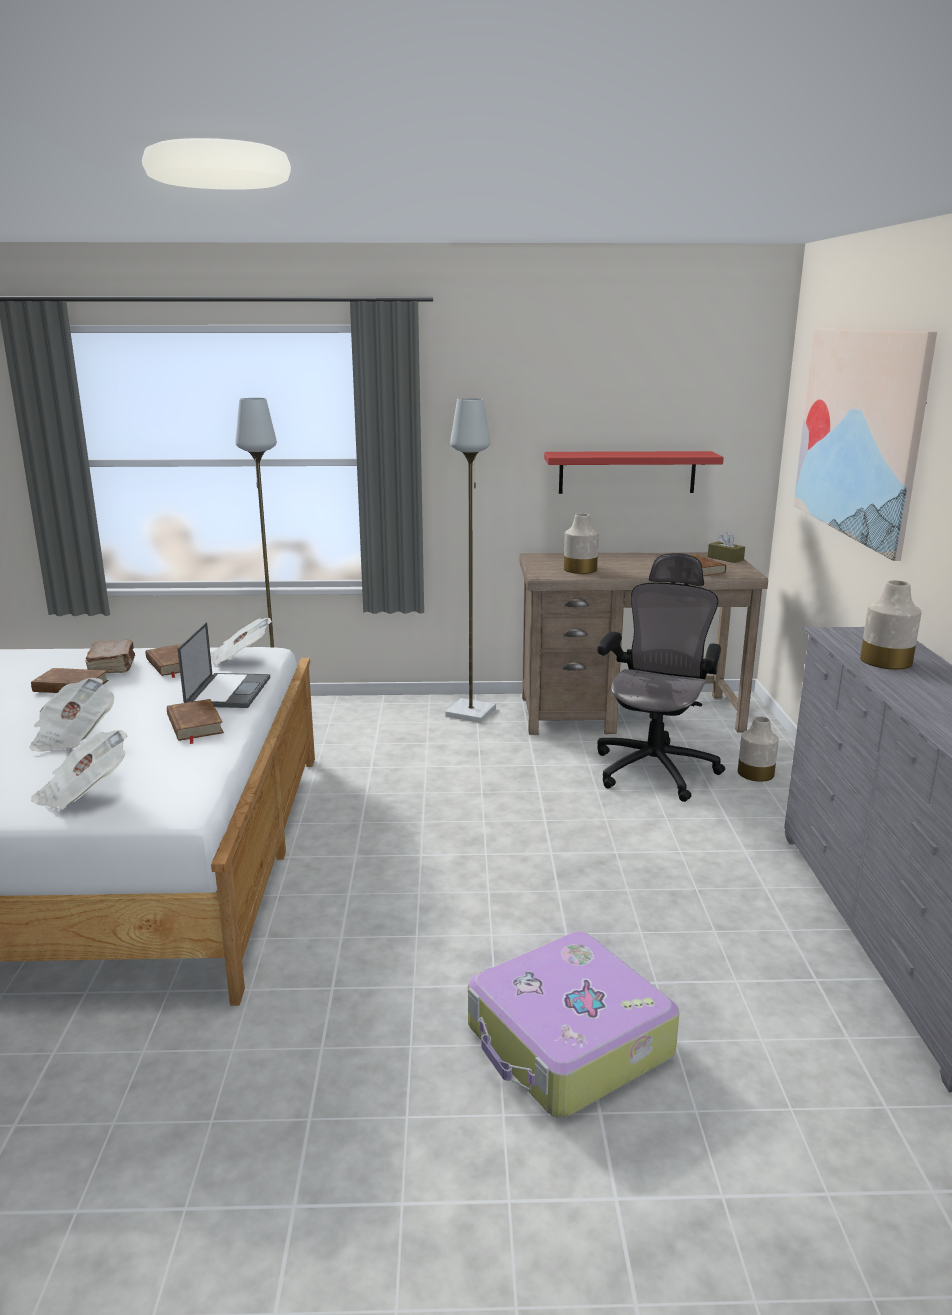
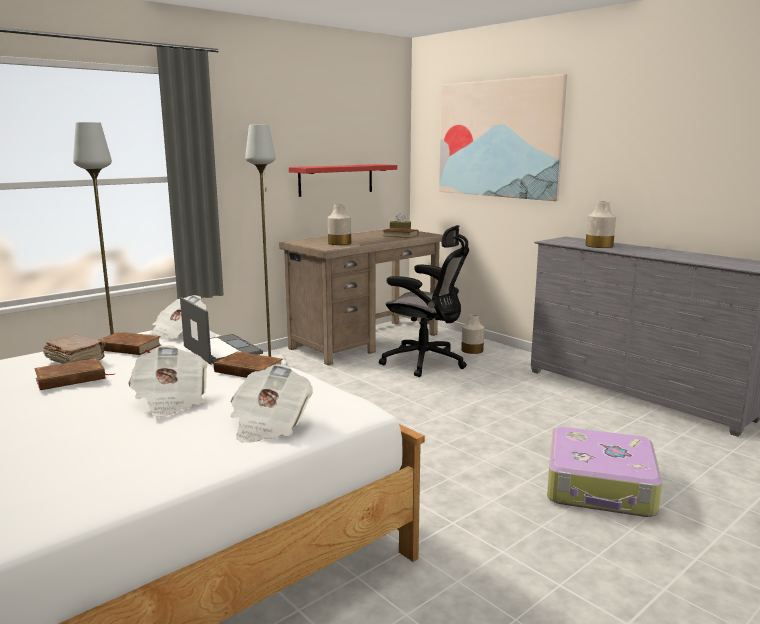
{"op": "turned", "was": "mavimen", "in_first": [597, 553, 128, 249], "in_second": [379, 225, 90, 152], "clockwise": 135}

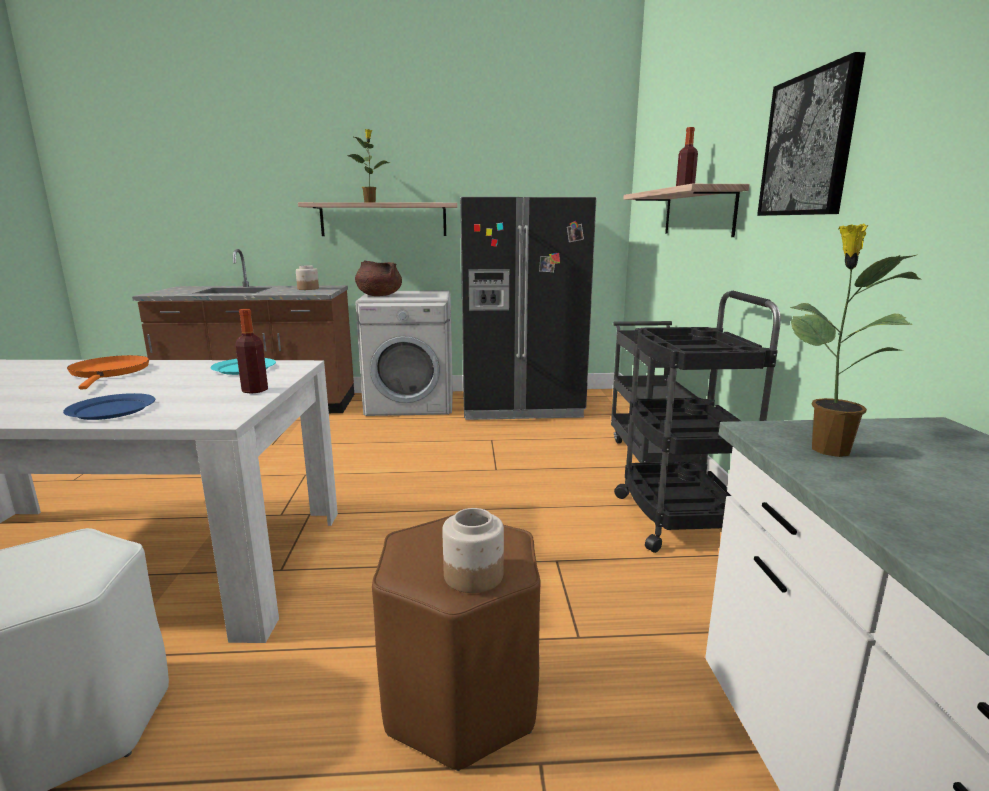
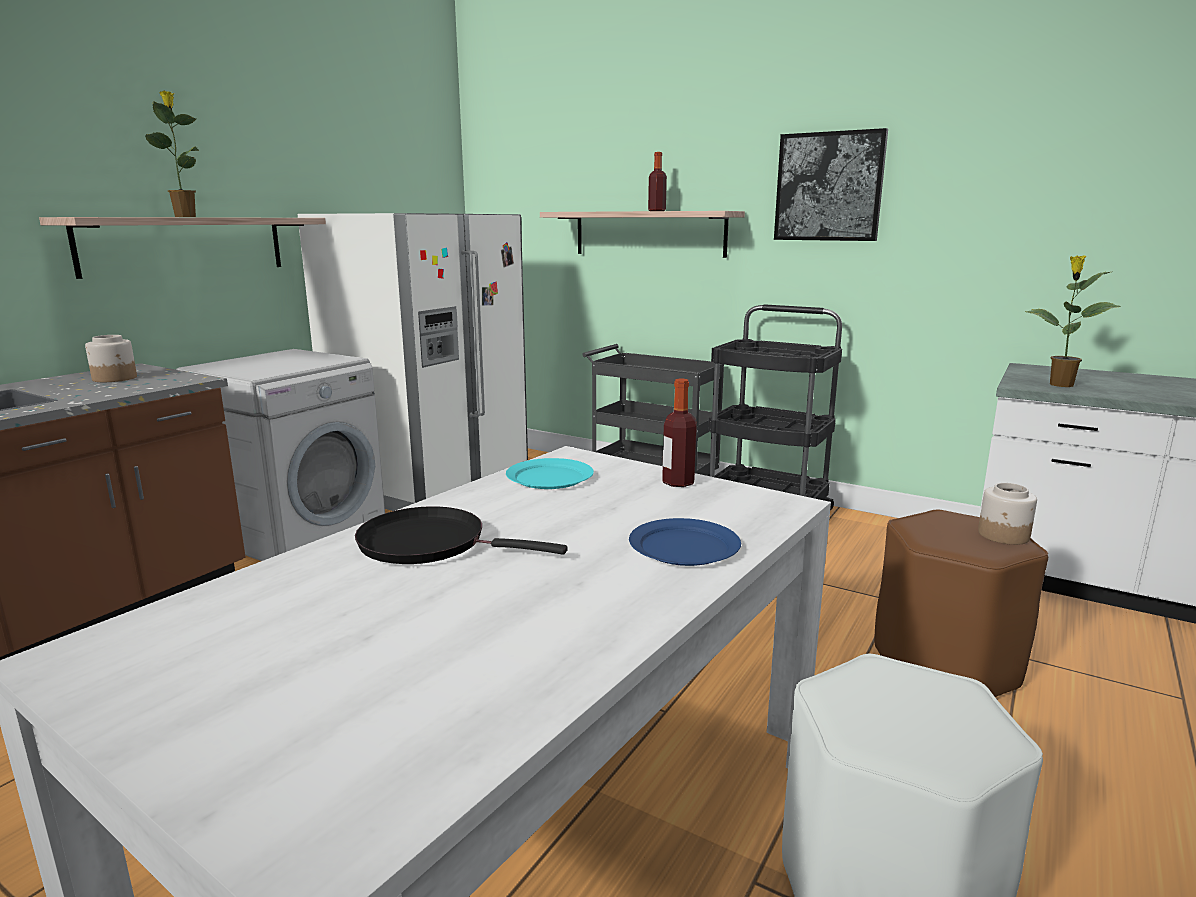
{"op": "removed", "was": "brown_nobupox", "in_first": [355, 260, 47, 36]}
{"op": "recoloured", "was": "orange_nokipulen", "now": "black_nokipulen", "in_first": [67, 355, 82, 35], "in_second": [355, 506, 213, 58]}
{"op": "recoloured", "was": "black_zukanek", "now": "white_zukanek", "in_first": [460, 197, 137, 223], "in_second": [298, 213, 230, 298]}

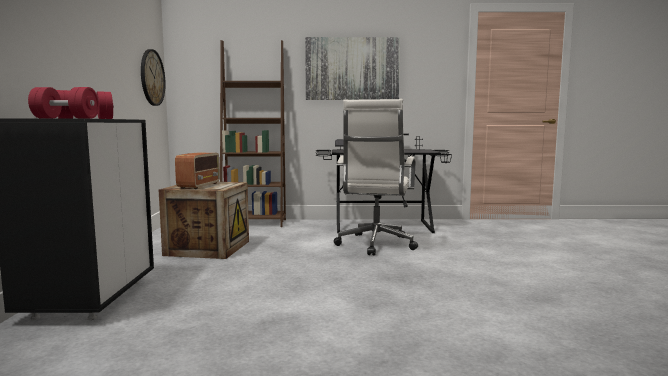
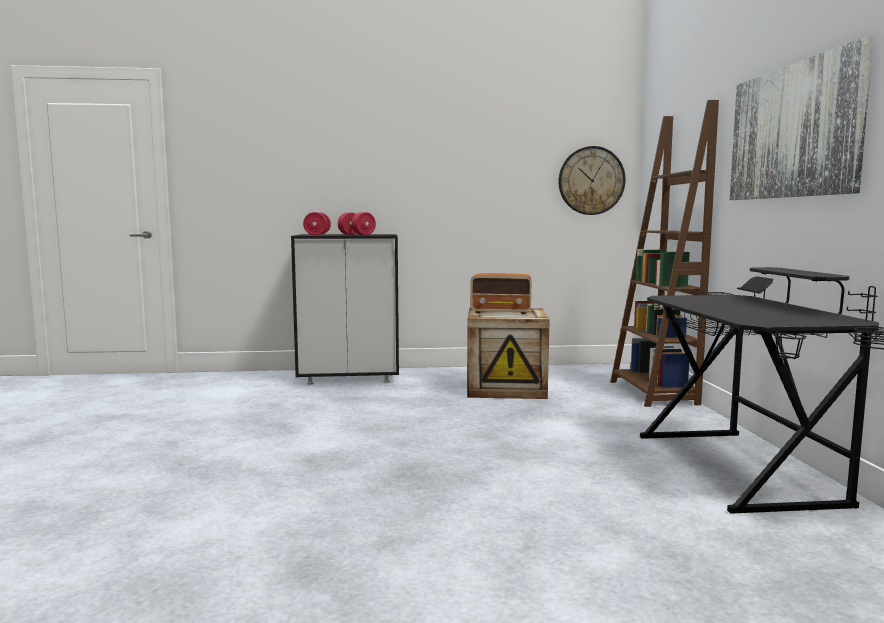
{"op": "removed", "was": "white_mavimen", "in_first": [334, 99, 84, 156]}

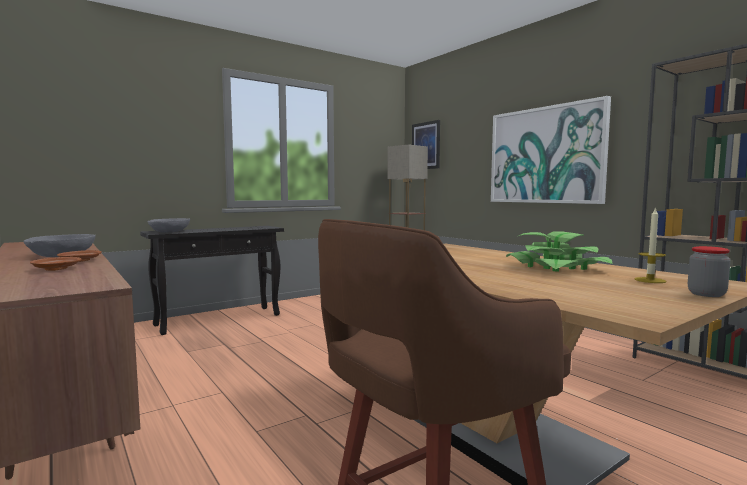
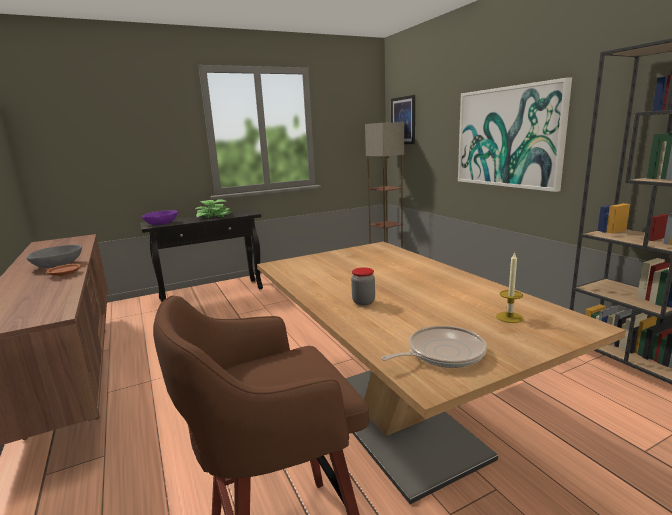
{"op": "removed", "was": "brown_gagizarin", "in_first": [30, 257, 52, 14]}
{"op": "added", "now": "nokipulen", "in_second": [381, 326, 106, 42]}
{"op": "moved", "was": "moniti", "in_first": [506, 231, 107, 41], "in_second": [195, 199, 36, 19]}
{"op": "moved", "was": "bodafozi", "in_first": [688, 246, 43, 51], "in_second": [351, 267, 24, 38]}
{"op": "recoloured", "was": "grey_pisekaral", "now": "purple_pisekaral", "in_first": [147, 218, 43, 15], "in_second": [142, 210, 36, 15]}

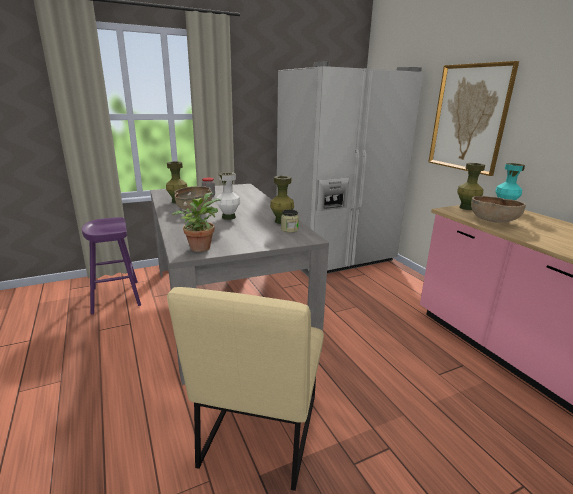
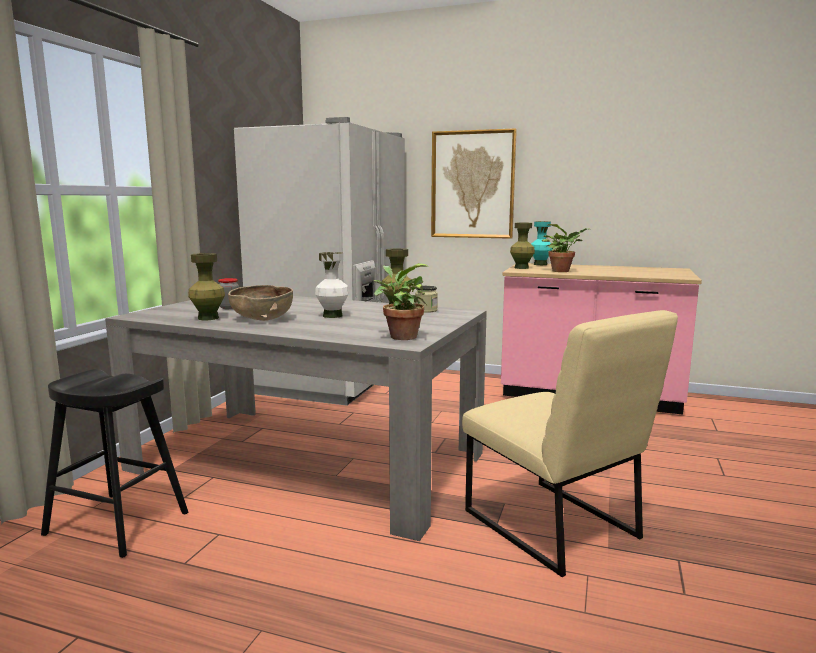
{"op": "replaced", "was": "brown_pisekaral", "now": "moniti", "in_first": [471, 196, 55, 26], "in_second": [542, 224, 48, 48]}
{"op": "recoloured", "was": "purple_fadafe", "now": "black_fadafe", "in_first": [82, 217, 59, 98], "in_second": [41, 369, 147, 189]}

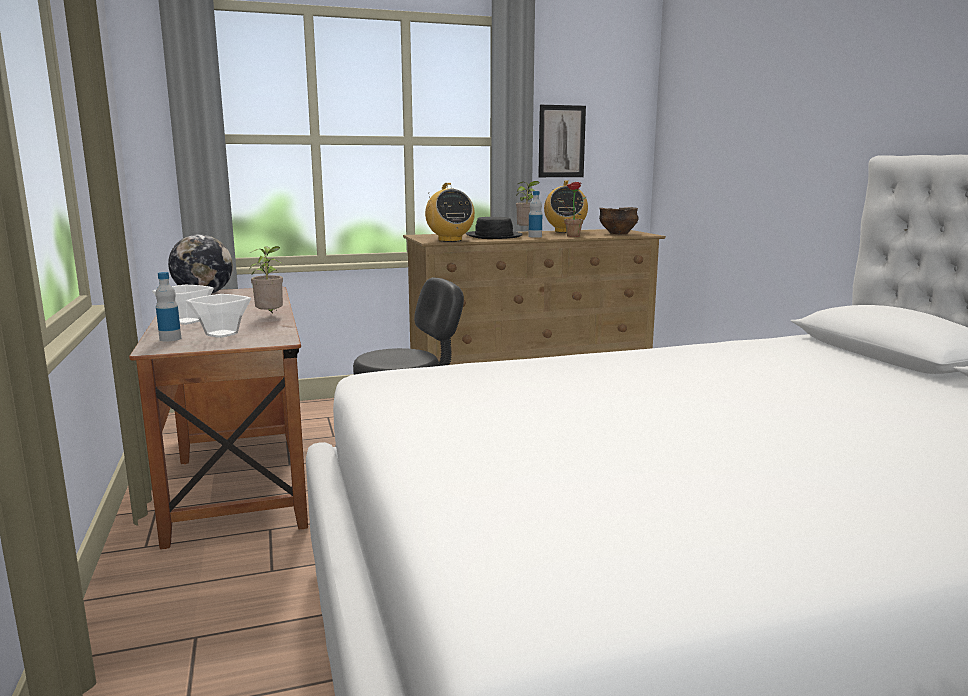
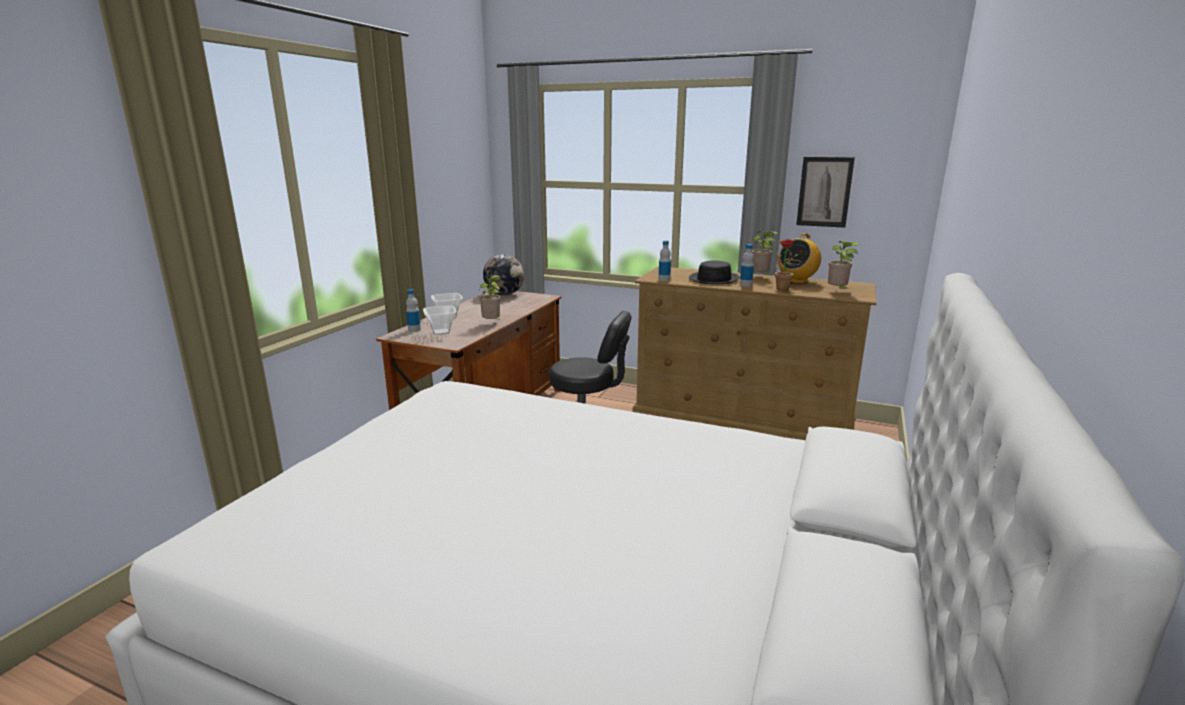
{"op": "replaced", "was": "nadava", "now": "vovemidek", "in_first": [425, 183, 50, 59], "in_second": [658, 240, 13, 41]}
{"op": "replaced", "was": "pisekaral", "now": "moniti", "in_first": [599, 207, 40, 27], "in_second": [828, 241, 33, 49]}

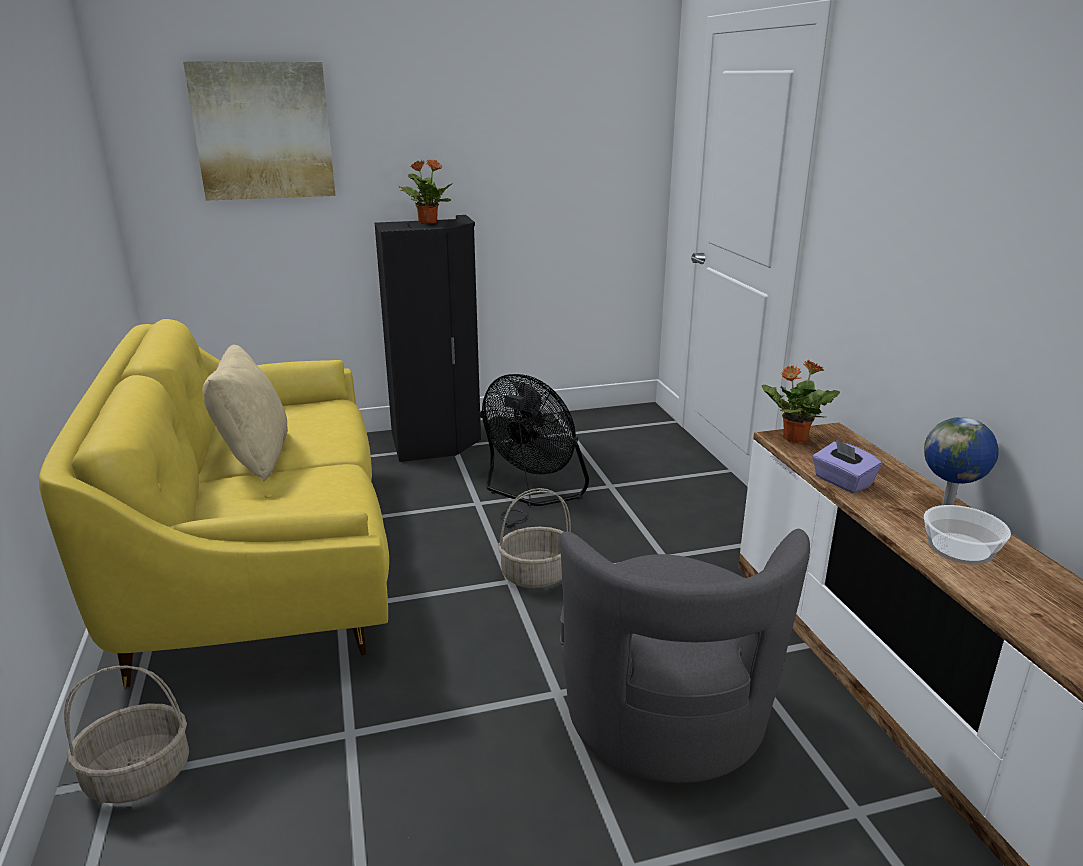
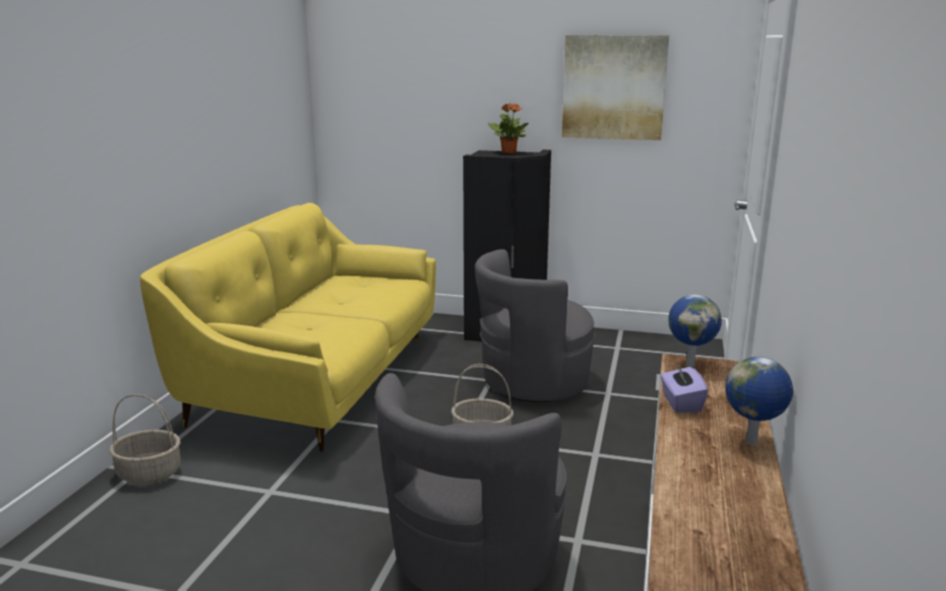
{"op": "removed", "was": "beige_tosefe", "in_first": [203, 345, 85, 136]}
{"op": "removed", "was": "pisekaral", "in_first": [924, 505, 87, 60]}
{"op": "moved", "was": "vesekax", "in_first": [183, 61, 153, 140], "in_second": [562, 35, 107, 105]}
{"op": "replaced", "was": "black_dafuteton", "now": "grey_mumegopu", "in_first": [479, 374, 110, 154], "in_second": [475, 249, 120, 153]}
{"op": "replaced", "was": "moniti", "now": "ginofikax", "in_first": [762, 360, 78, 83], "in_second": [668, 294, 54, 73]}

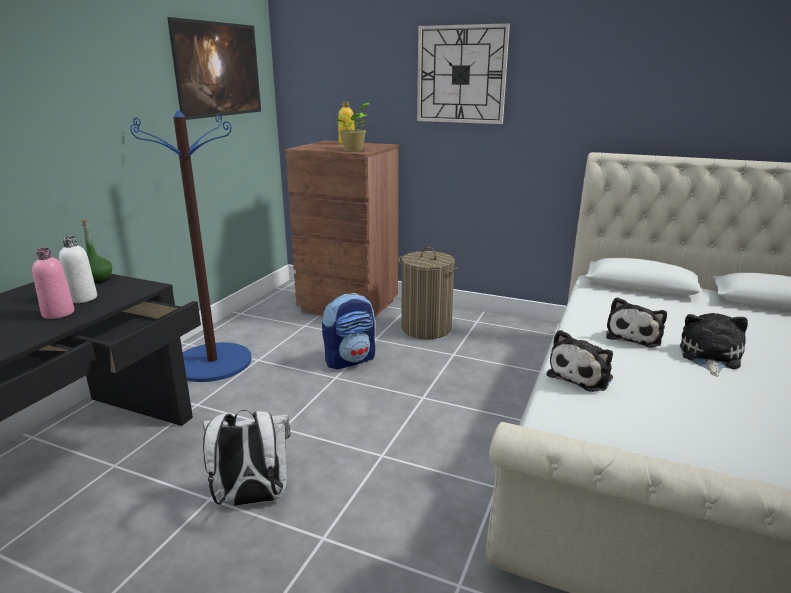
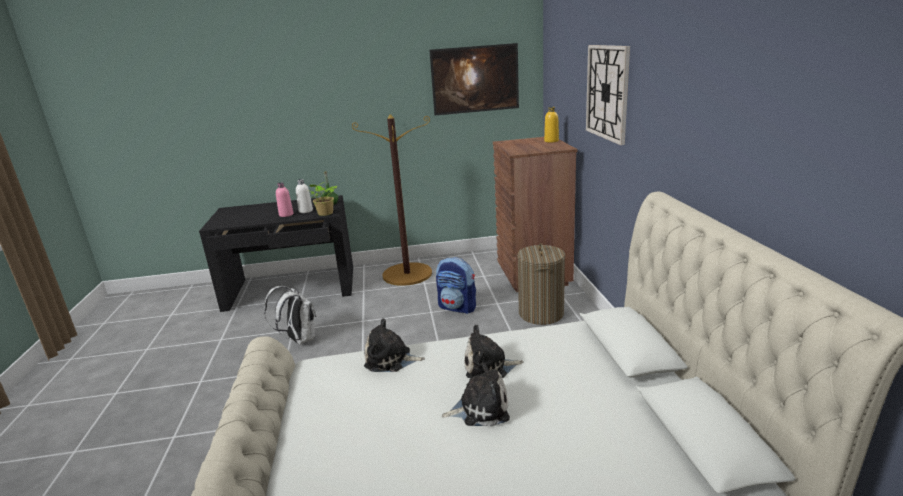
{"op": "moved", "was": "moniti", "in_first": [337, 103, 32, 49], "in_second": [309, 182, 28, 34]}
{"op": "recoloured", "was": "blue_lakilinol", "now": "brown_lakilinol", "in_first": [130, 111, 122, 271], "in_second": [352, 115, 80, 171]}

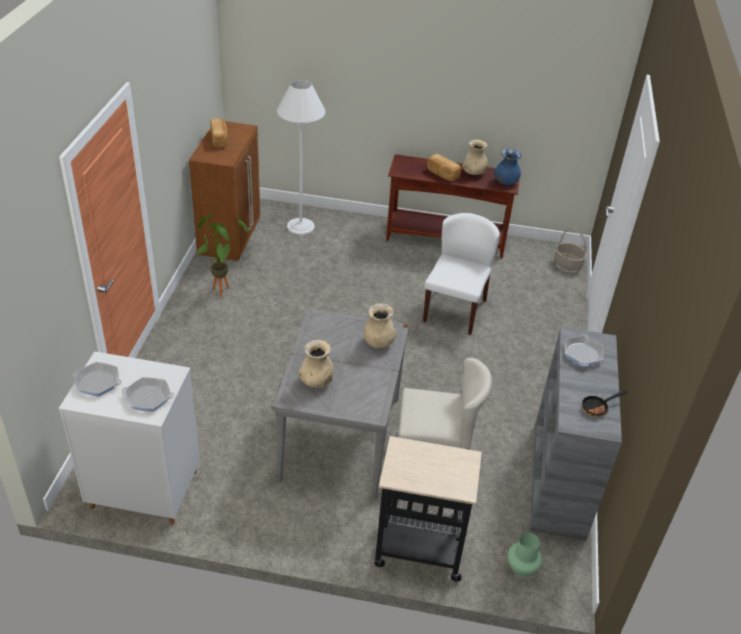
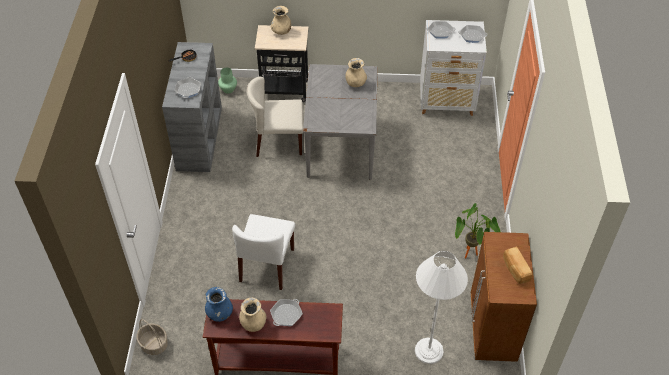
{"op": "moved", "was": "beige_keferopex", "in_first": [364, 303, 33, 45], "in_second": [271, 6, 20, 29]}
{"op": "replaced", "was": "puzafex", "now": "nokipulen", "in_first": [427, 153, 34, 28], "in_second": [270, 299, 33, 27]}

